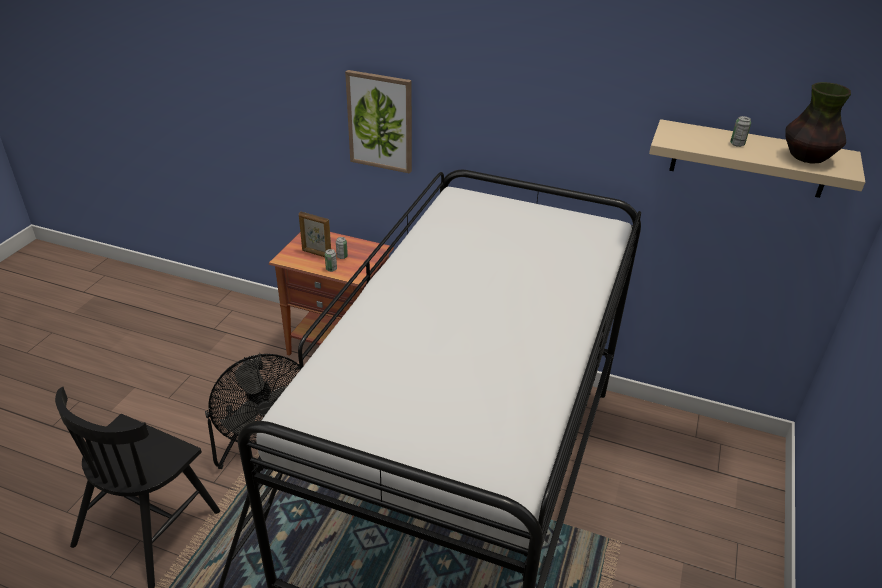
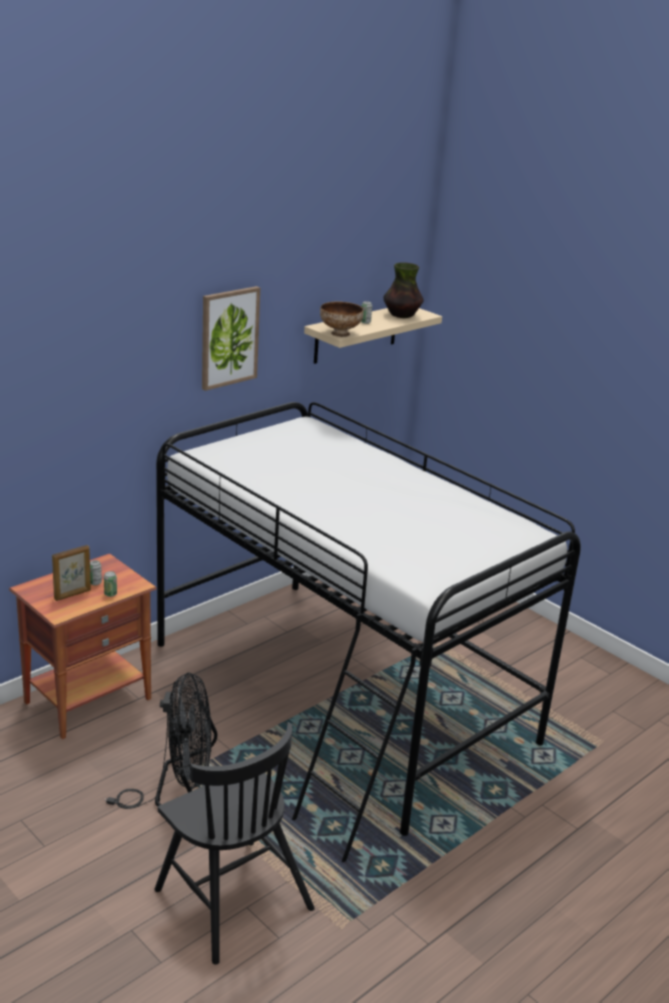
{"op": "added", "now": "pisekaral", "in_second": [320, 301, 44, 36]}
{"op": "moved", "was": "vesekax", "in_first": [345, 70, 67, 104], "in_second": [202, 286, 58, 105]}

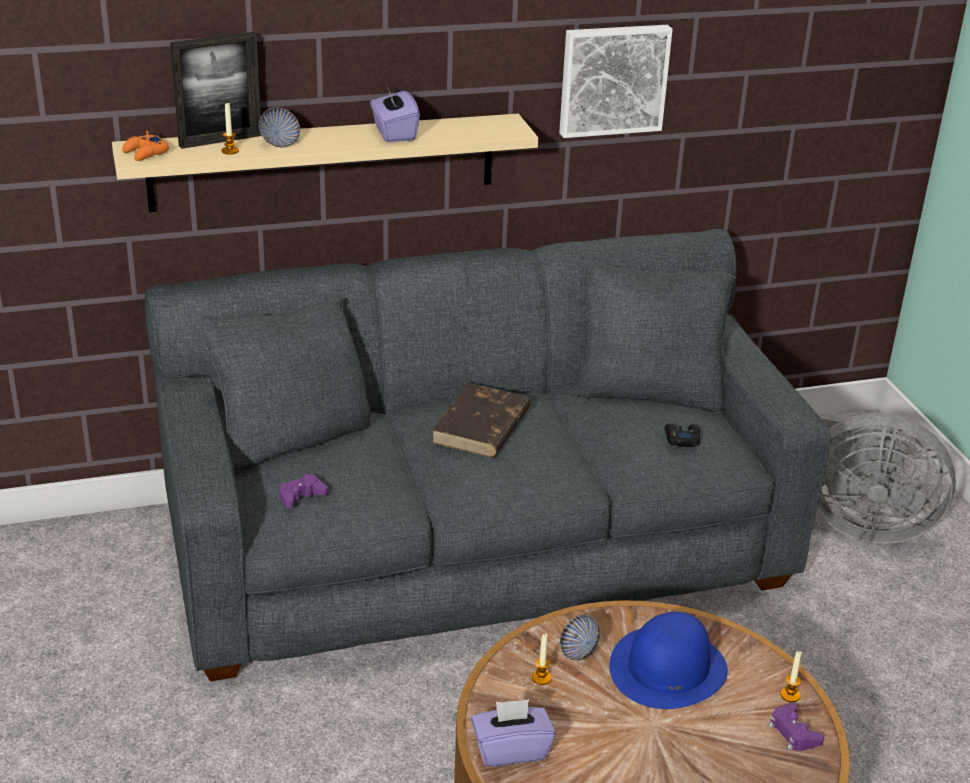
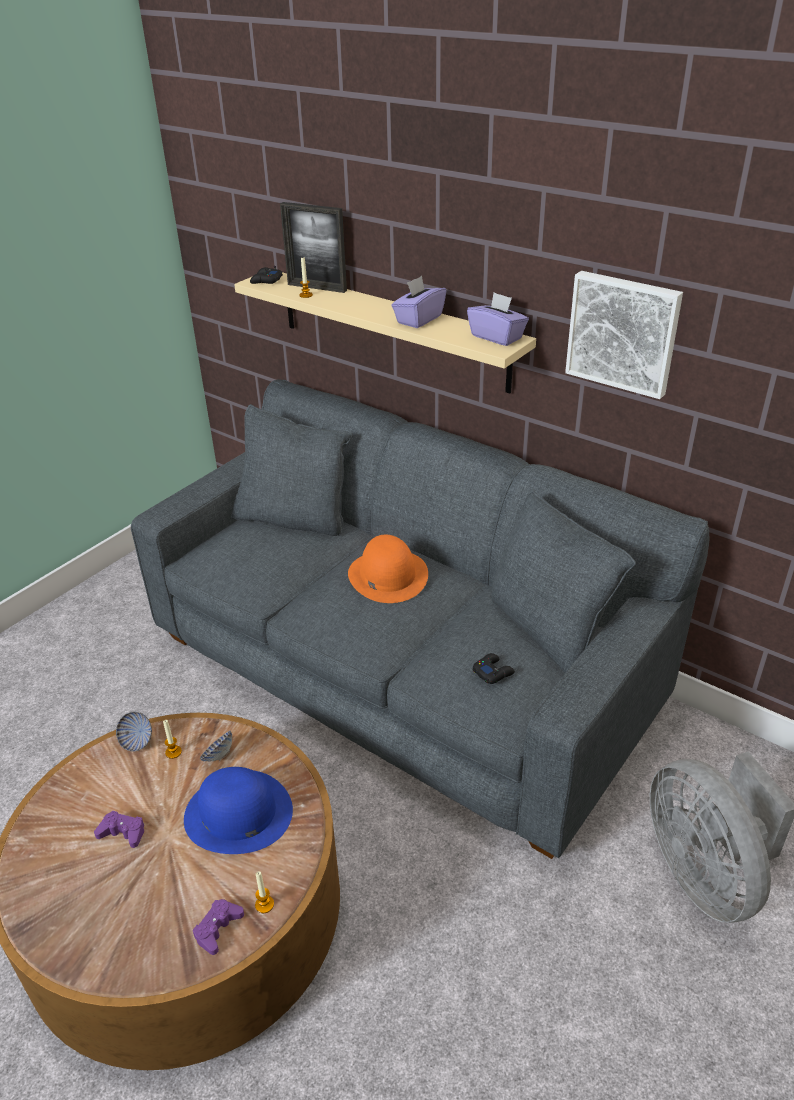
{"op": "moved", "was": "pisekaral", "in_first": [259, 107, 41, 40], "in_second": [116, 712, 36, 40]}
{"op": "moved", "was": "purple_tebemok", "in_first": [279, 474, 49, 34], "in_second": [94, 811, 51, 37]}
{"op": "moved", "was": "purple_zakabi", "in_first": [471, 699, 85, 67], "in_second": [467, 292, 62, 54]}
{"op": "replaced", "was": "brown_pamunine", "now": "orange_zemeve", "in_first": [431, 383, 99, 75], "in_second": [348, 535, 80, 68]}
{"op": "recoloured", "was": "orange_tebemok", "now": "black_tebemok", "in_first": [122, 131, 48, 30], "in_second": [250, 266, 33, 18]}

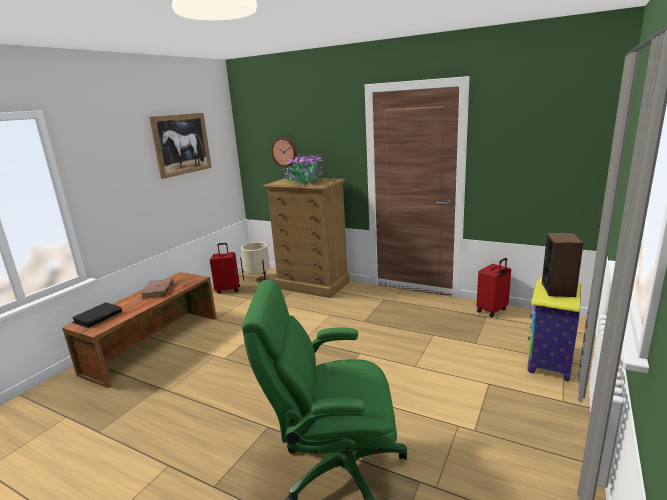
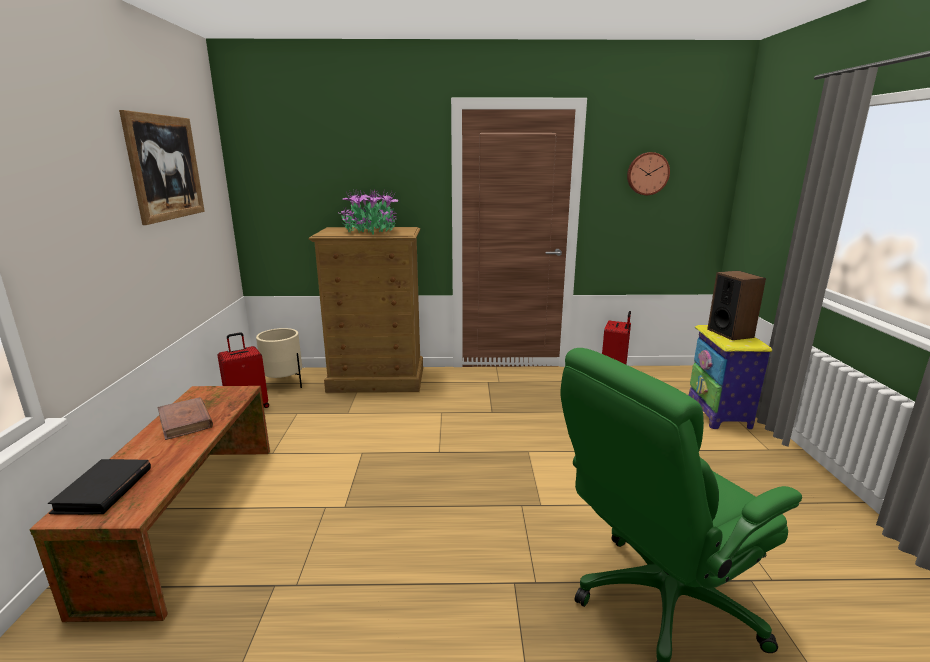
{"op": "moved", "was": "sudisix", "in_first": [272, 138, 25, 29], "in_second": [627, 152, 43, 43]}

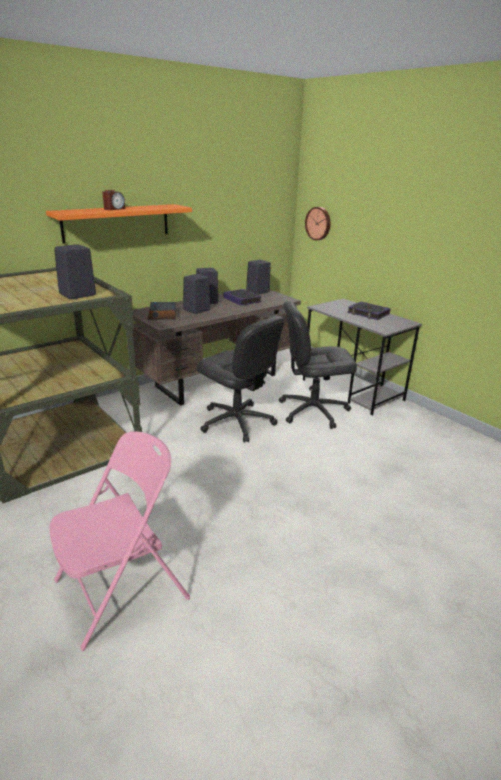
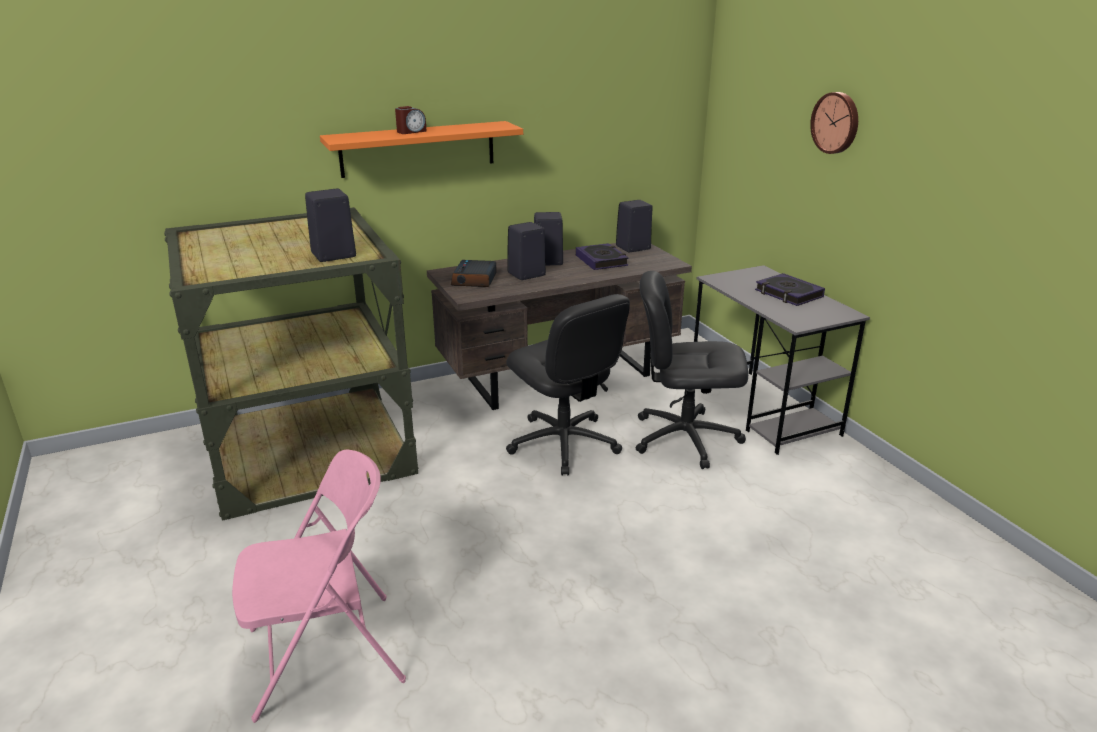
{"op": "moved", "was": "sudisix", "in_first": [305, 207, 26, 33], "in_second": [810, 92, 48, 62]}

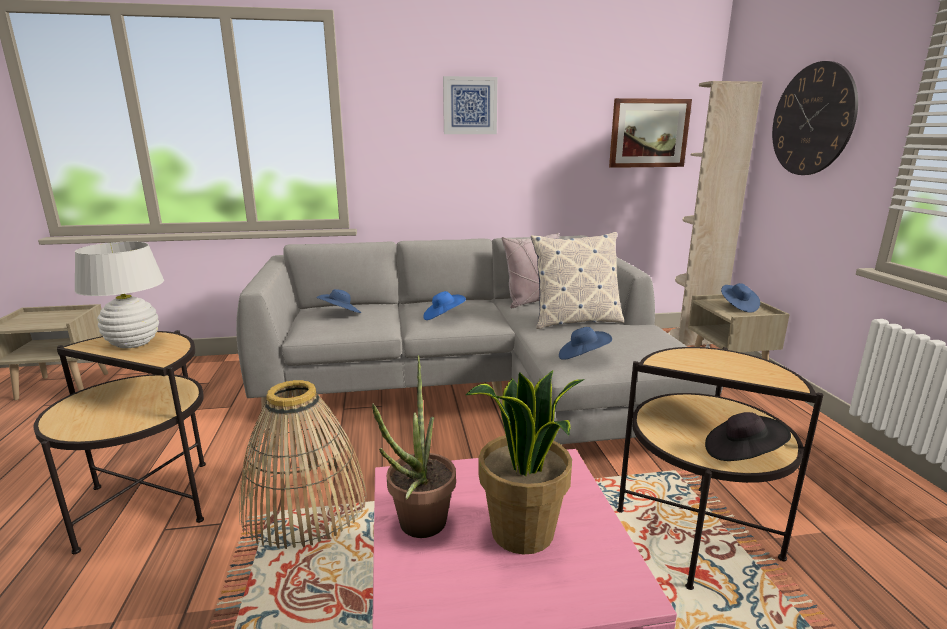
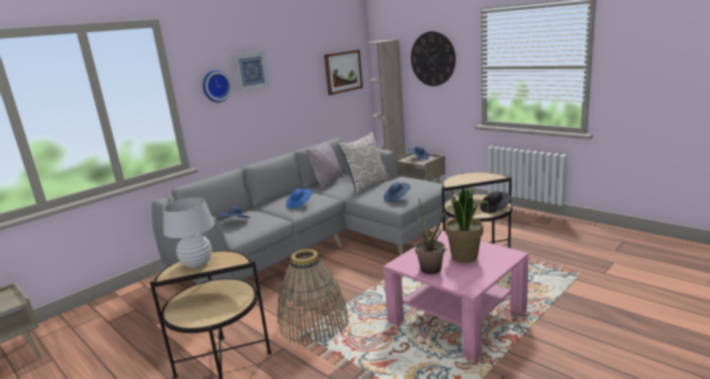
{"op": "added", "now": "sudisix", "in_second": [203, 70, 29, 32]}

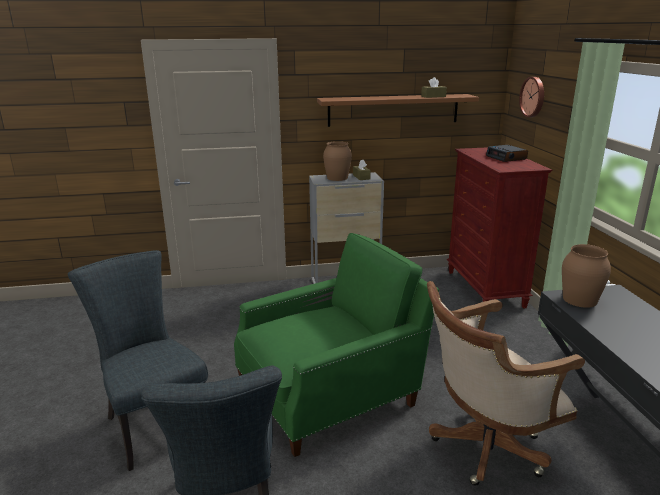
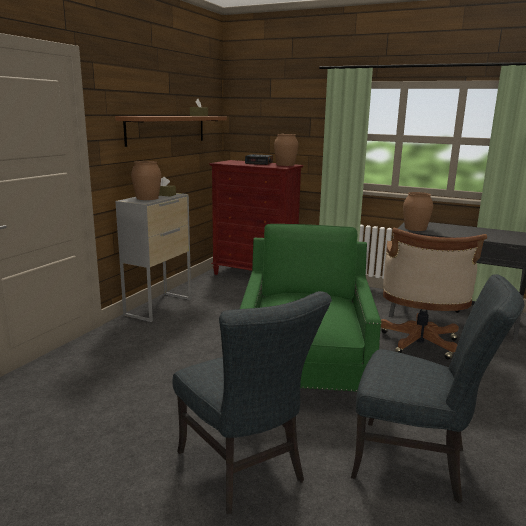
{"op": "removed", "was": "sudisix", "in_first": [519, 77, 25, 40]}
{"op": "added", "now": "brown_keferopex", "in_second": [274, 134, 24, 32]}
{"op": "turned", "was": "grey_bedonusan", "in_first": [68, 250, 140, 221], "in_second": [173, 291, 159, 223], "clockwise": -120}

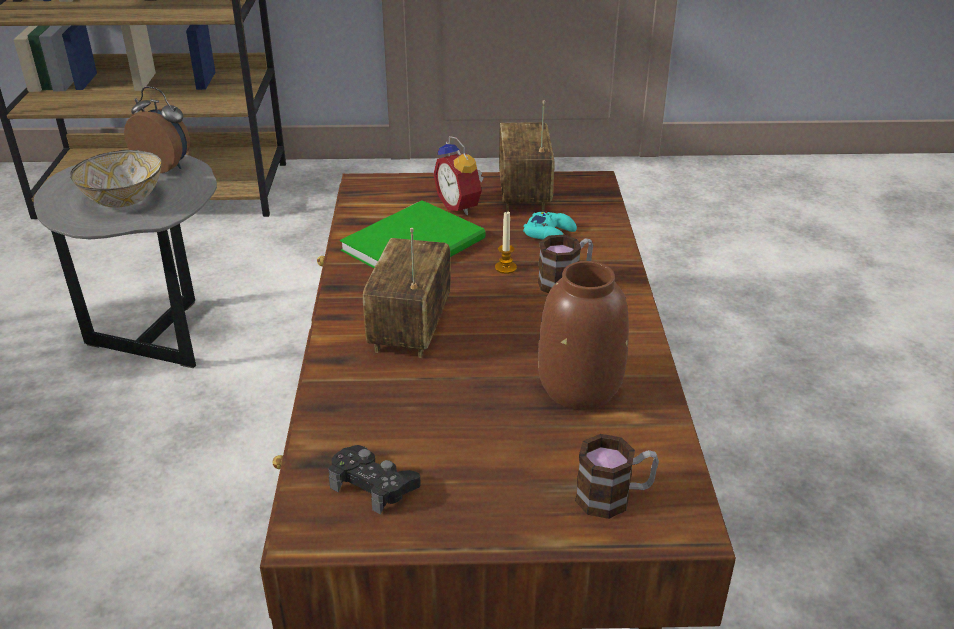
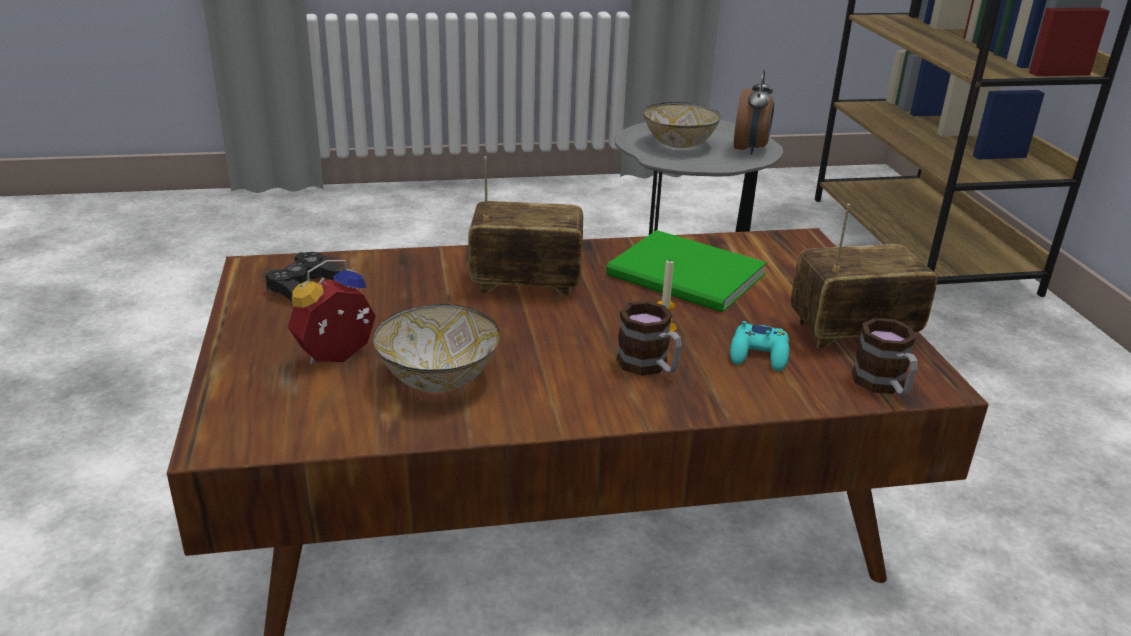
{"op": "moved", "was": "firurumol", "in_first": [433, 136, 50, 79], "in_second": [288, 260, 88, 104]}
{"op": "moved", "was": "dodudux", "in_first": [575, 434, 84, 85], "in_second": [852, 318, 66, 77]}
{"op": "replaced", "was": "brown_keferopex", "now": "pisekaral", "in_first": [538, 261, 91, 149], "in_second": [373, 304, 127, 88]}

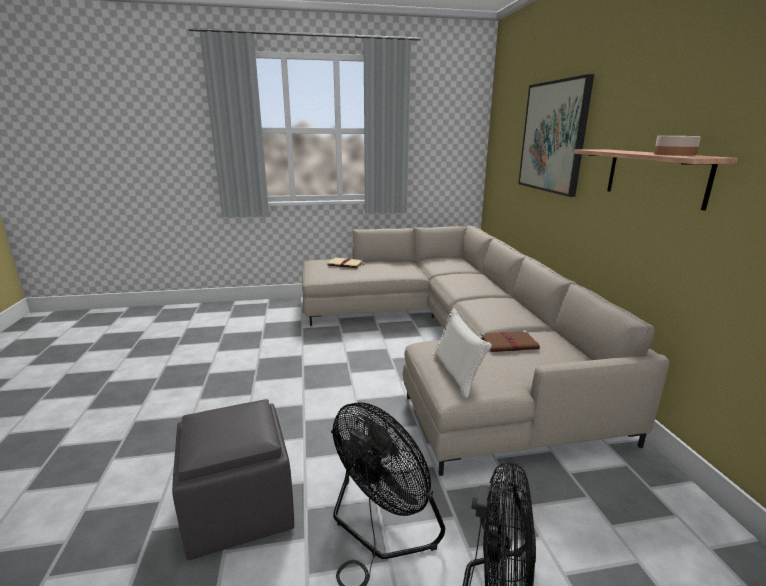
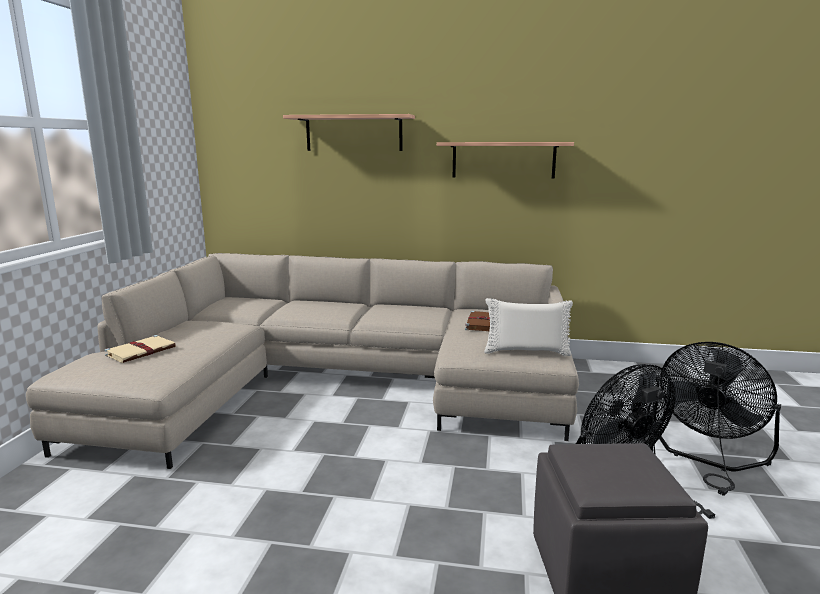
{"op": "removed", "was": "pisekaral", "in_first": [654, 136, 47, 20]}
{"op": "replaced", "was": "vesekax", "now": "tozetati", "in_first": [518, 74, 76, 123], "in_second": [283, 114, 132, 37]}

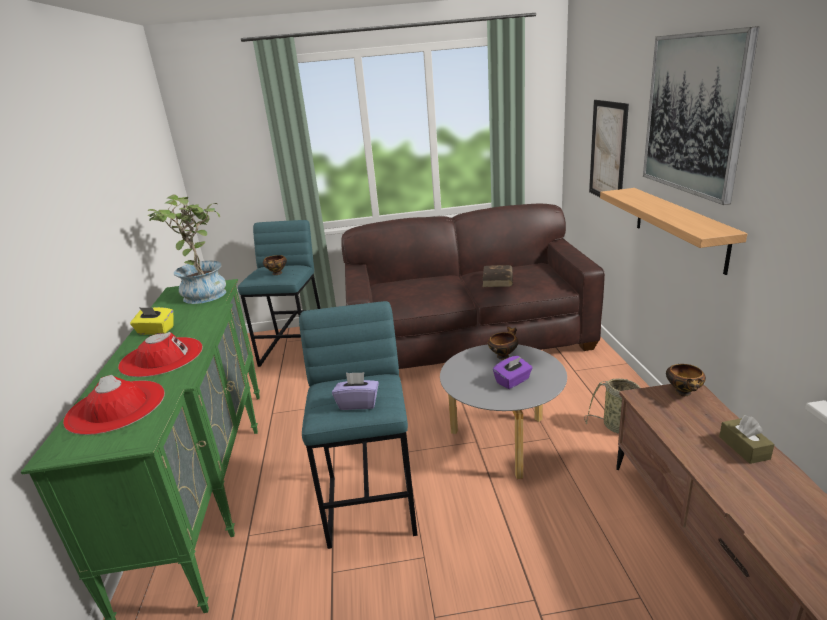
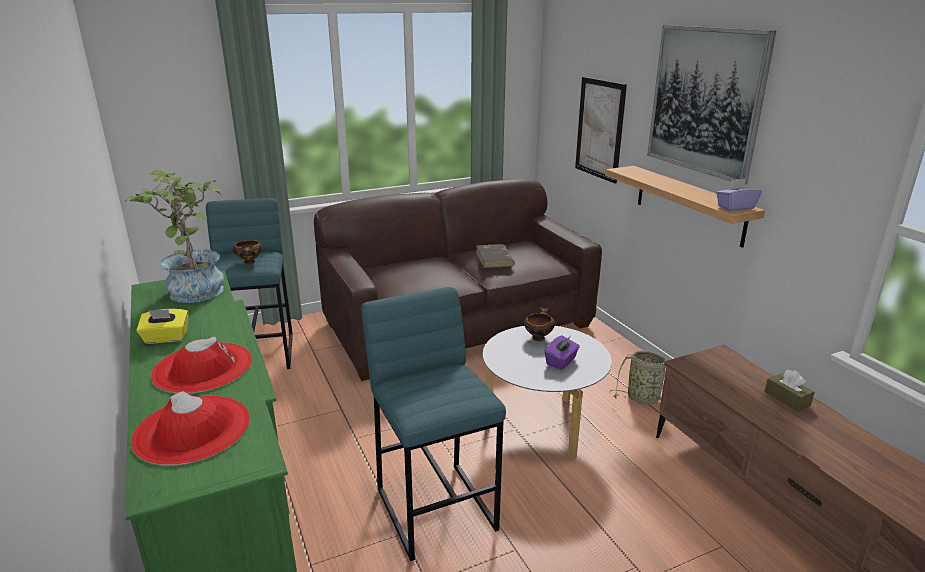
{"op": "removed", "was": "pisekaral", "in_first": [666, 364, 40, 32]}
{"op": "moved", "was": "purple_zakabi", "in_first": [332, 372, 47, 38], "in_second": [716, 179, 46, 32]}

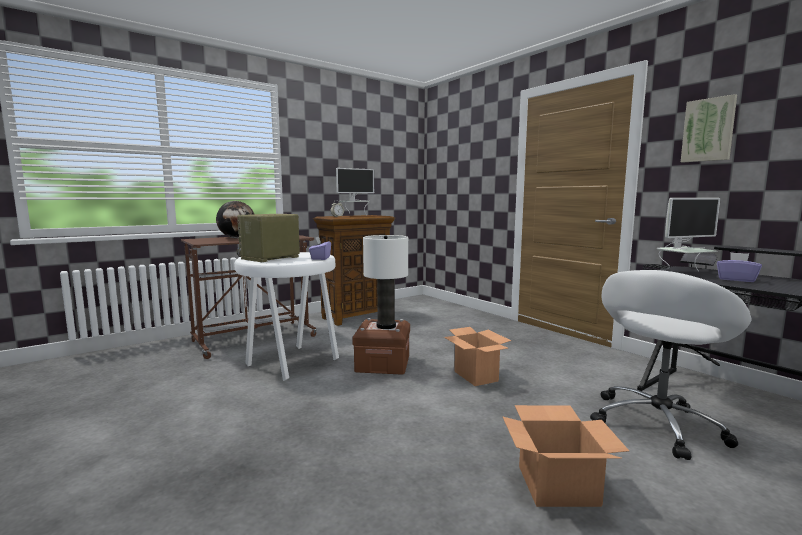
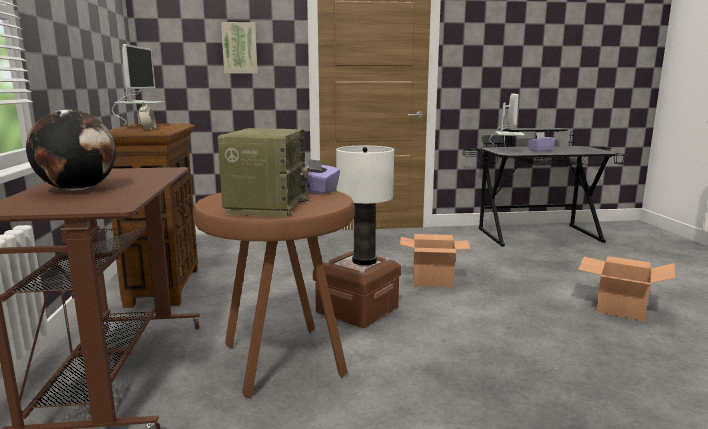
{"op": "removed", "was": "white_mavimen", "in_first": [590, 270, 162, 190]}
{"op": "moved", "was": "vesekax", "in_first": [681, 94, 56, 68], "in_second": [221, 22, 37, 52]}
{"op": "recoloured", "was": "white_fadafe", "now": "brown_fadafe", "in_first": [234, 252, 105, 129], "in_second": [193, 191, 162, 208]}
{"op": "turned", "was": "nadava", "in_first": [237, 214, 63, 48], "in_second": [217, 128, 92, 89], "clockwise": -150}

